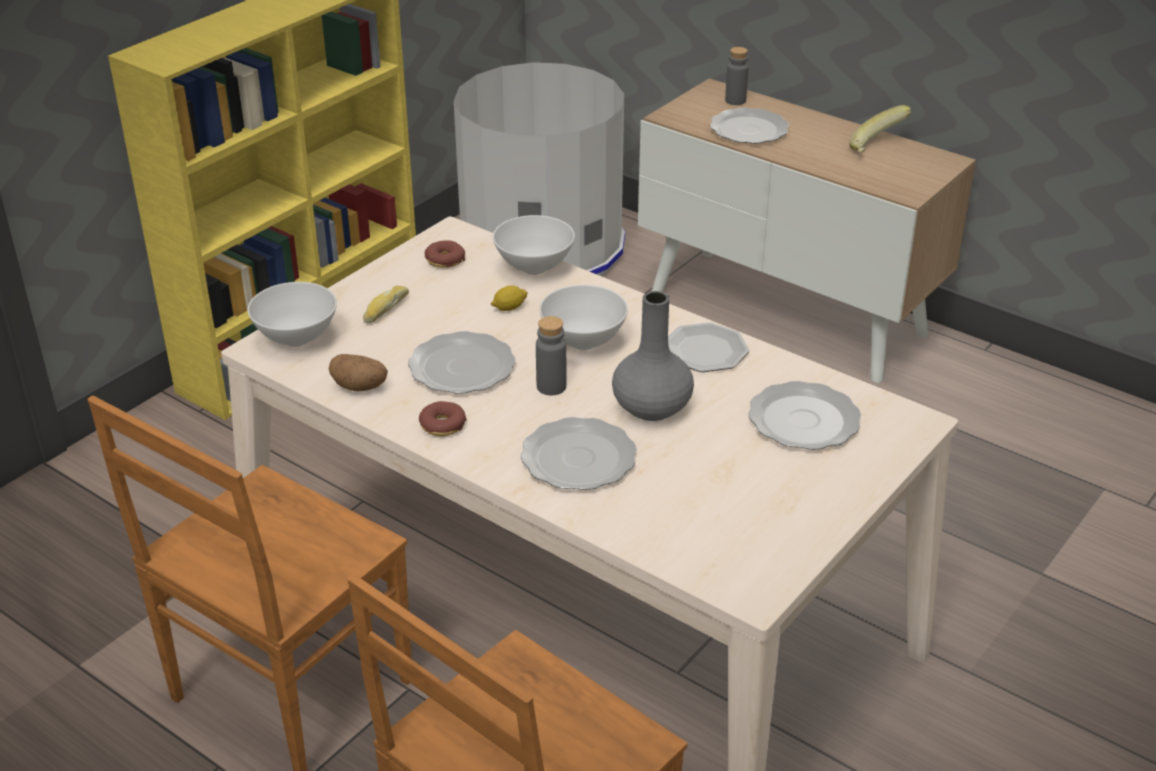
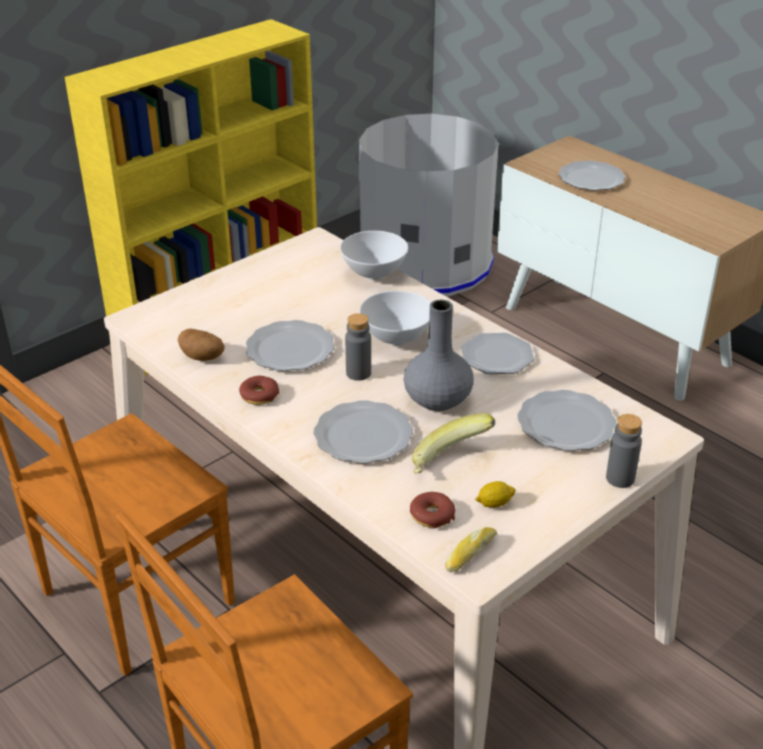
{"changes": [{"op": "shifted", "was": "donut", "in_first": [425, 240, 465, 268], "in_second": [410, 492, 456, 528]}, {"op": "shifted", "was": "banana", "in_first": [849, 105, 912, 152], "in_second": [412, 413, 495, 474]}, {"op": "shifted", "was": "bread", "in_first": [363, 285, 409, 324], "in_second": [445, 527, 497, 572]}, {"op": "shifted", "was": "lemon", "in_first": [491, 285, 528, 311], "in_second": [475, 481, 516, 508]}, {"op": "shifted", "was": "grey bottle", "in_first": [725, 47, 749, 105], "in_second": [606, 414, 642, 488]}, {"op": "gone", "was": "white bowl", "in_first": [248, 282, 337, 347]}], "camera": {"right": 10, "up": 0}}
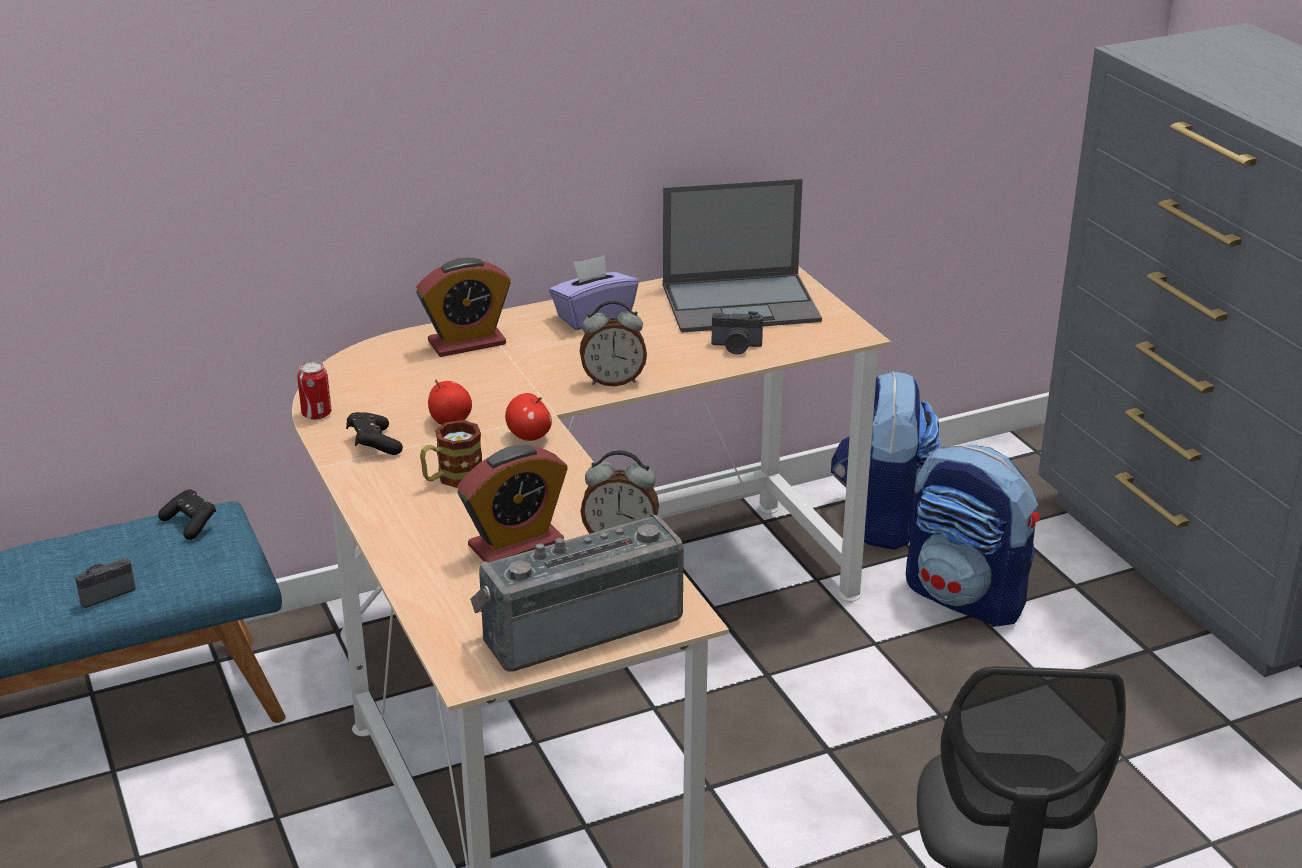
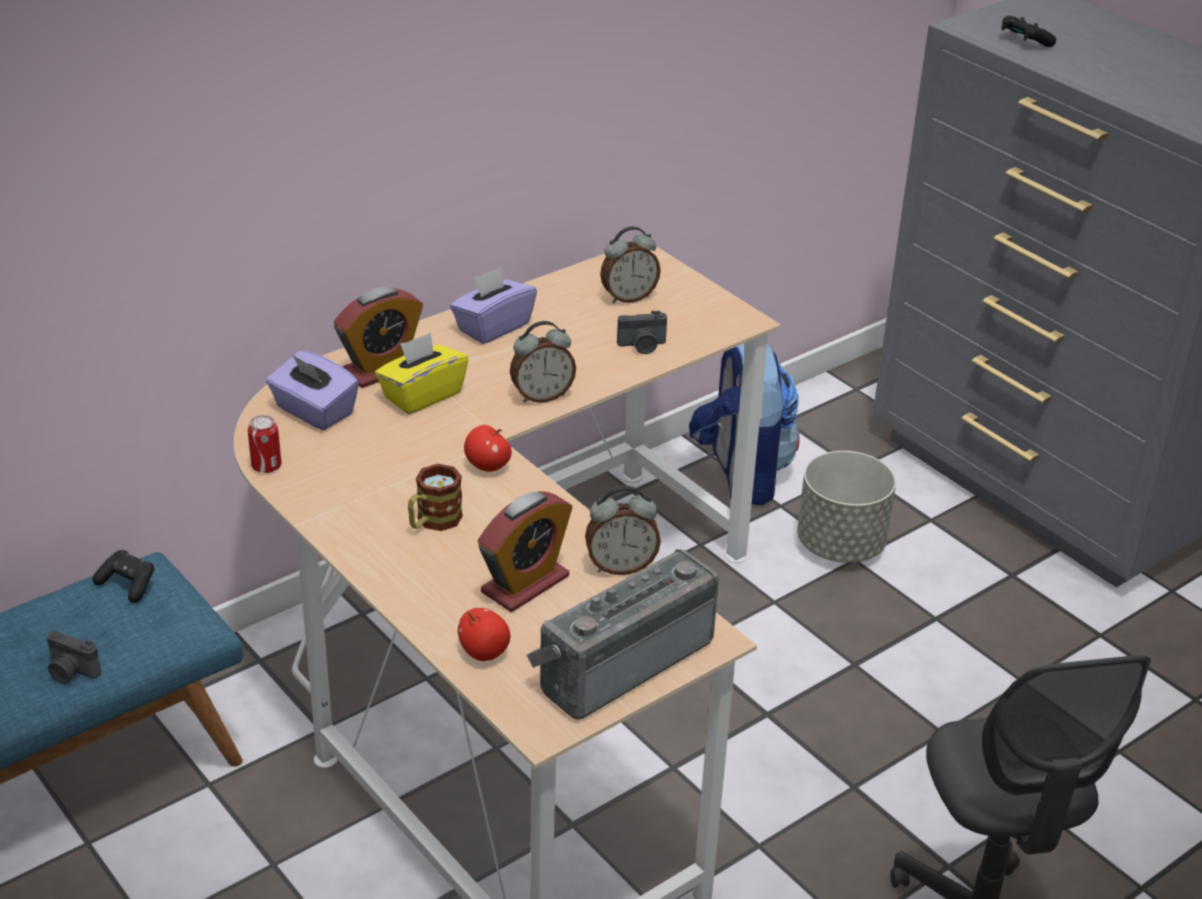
{"changes": [{"op": "rotated", "was": "photo camera", "in_first": [75, 558, 136, 608], "in_second": [47, 631, 101, 684], "clockwise": -105}, {"op": "new", "now": "purple tissue box", "in_second": [266, 351, 359, 430]}, {"op": "new", "now": "yellow tissue box", "in_second": [375, 333, 468, 414]}, {"op": "shifted", "was": "apple", "in_first": [428, 380, 472, 425], "in_second": [458, 608, 510, 661]}, {"op": "swapped", "was": "laptop", "now": "alarm clock", "in_first": [663, 178, 822, 333], "in_second": [600, 226, 661, 303]}, {"op": "swapped", "was": "backpack", "now": "grey planter", "in_first": [906, 445, 1040, 627], "in_second": [797, 451, 896, 563]}, {"op": "shifted", "was": "black game controller", "in_first": [346, 412, 403, 455], "in_second": [1002, 16, 1056, 47]}], "camera": {"right": -15, "up": 5}}
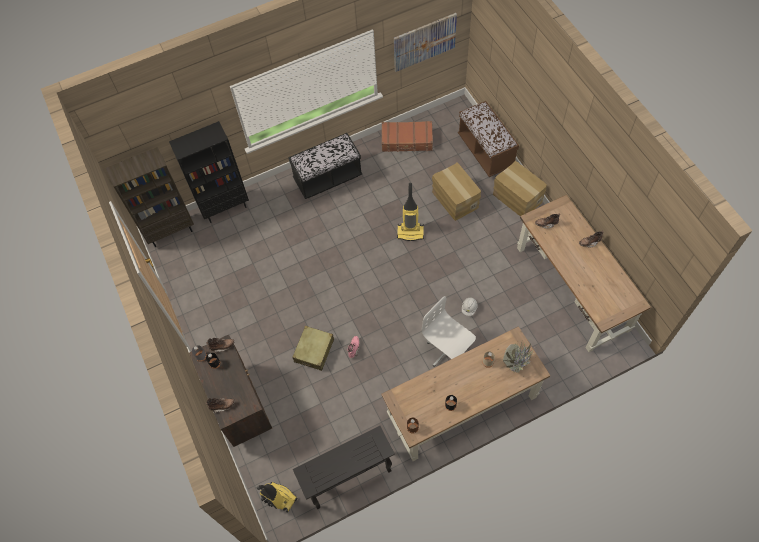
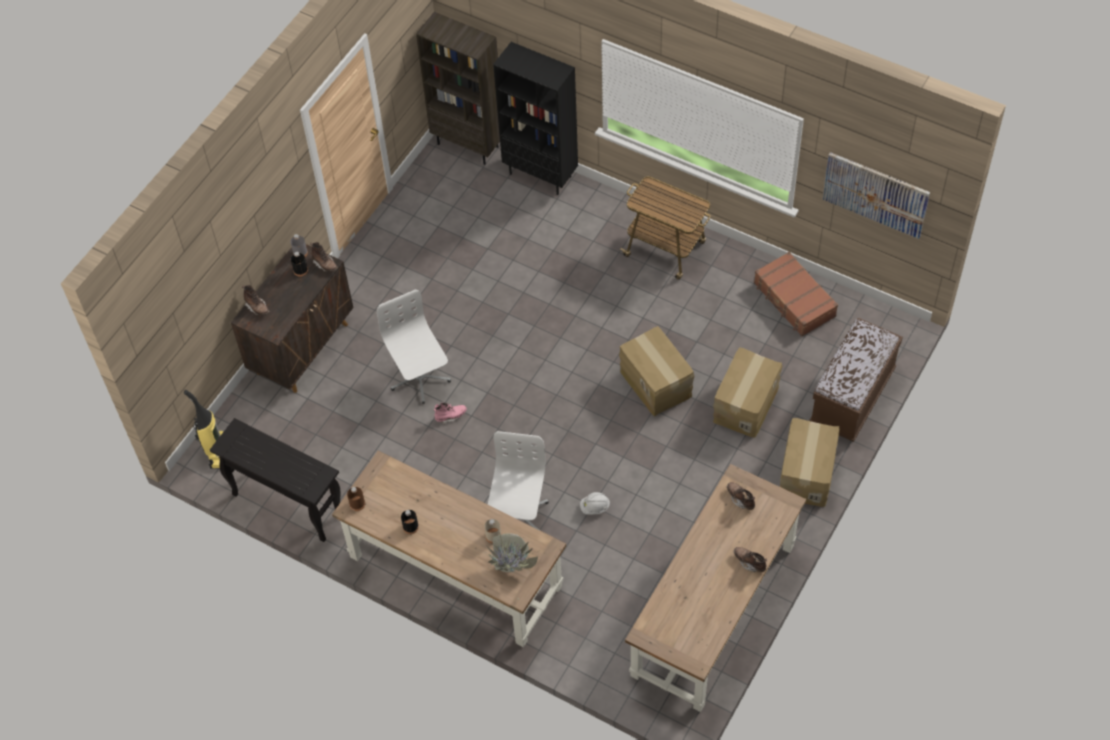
{"changes": [{"op": "swapped", "was": "beige suitcase", "now": "white office chair", "in_first": [292, 326, 334, 371], "in_second": [377, 289, 451, 404]}, {"op": "swapped", "was": "vacuum cleaner", "now": "cardboard box", "in_first": [397, 183, 424, 241], "in_second": [619, 326, 694, 417]}, {"op": "swapped", "was": "black bench", "now": "cart", "in_first": [288, 133, 362, 199], "in_second": [620, 176, 711, 280]}], "camera": {"right": 55, "up": -5}}
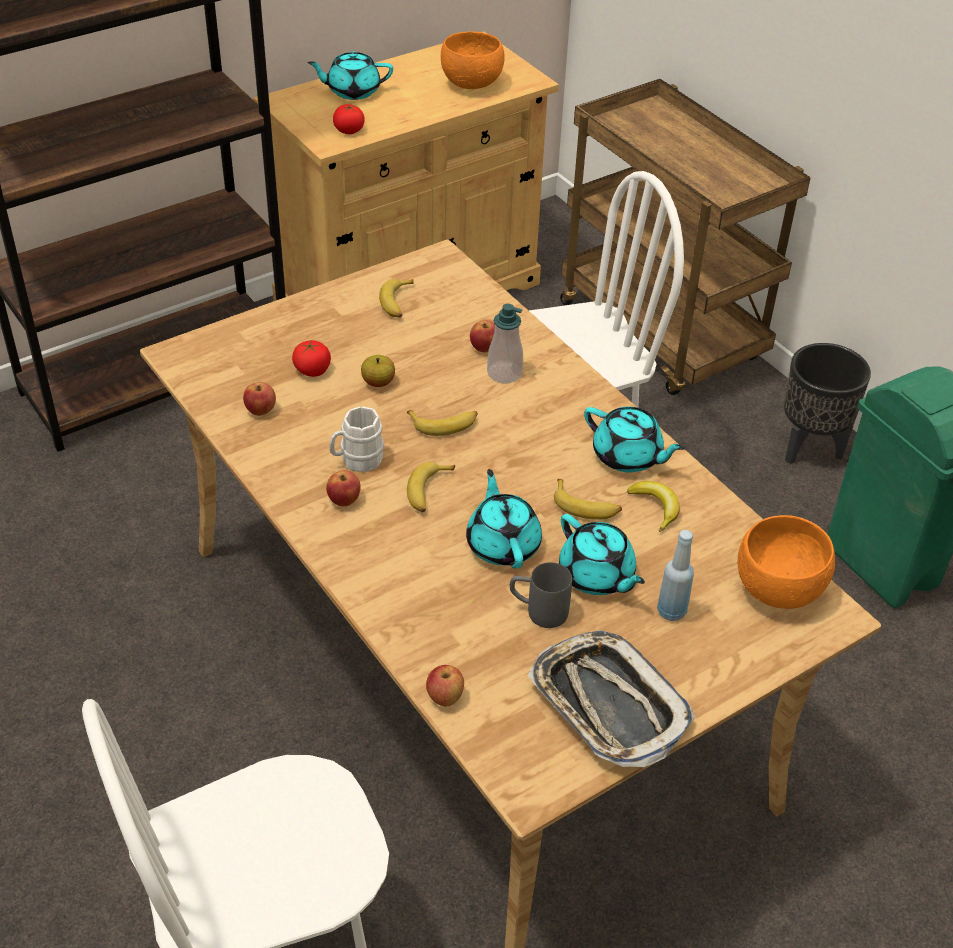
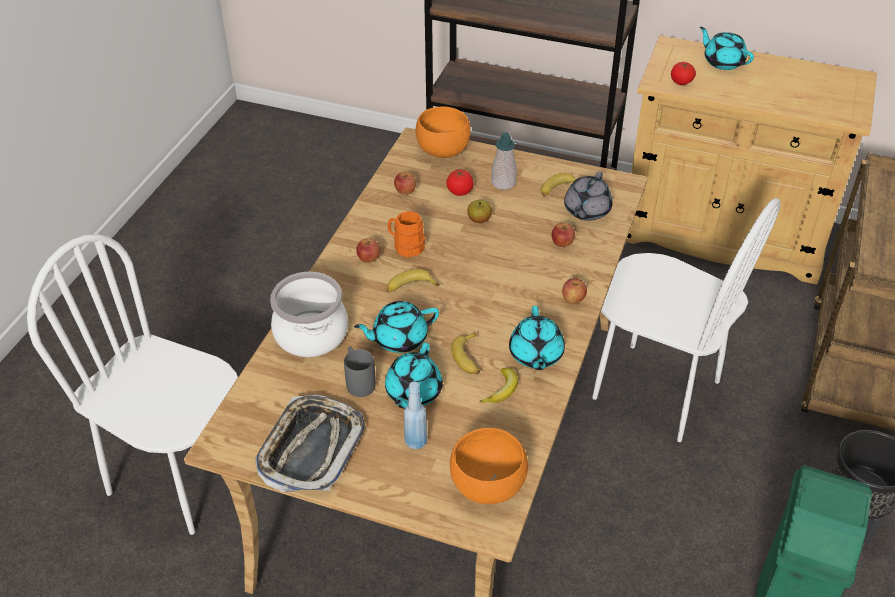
{"changes": [{"op": "new", "now": "cooking pot", "in_second": [270, 272, 348, 357]}, {"op": "rotated", "was": "turquoise teapot", "in_first": [466, 469, 542, 569], "in_second": [354, 301, 439, 353], "clockwise": -150}, {"op": "repainted", "was": "white mug", "now": "orange mug", "in_first": [329, 407, 384, 472], "in_second": [388, 211, 425, 257]}, {"op": "shifted", "was": "orange bowl", "in_first": [441, 31, 505, 89], "in_second": [415, 106, 471, 158]}, {"op": "shifted", "was": "soap dispenser", "in_first": [487, 304, 523, 384], "in_second": [491, 132, 517, 190]}, {"op": "shifted", "was": "apple", "in_first": [426, 665, 464, 706], "in_second": [562, 278, 587, 304]}, {"op": "new", "now": "grey teapot", "in_second": [564, 171, 613, 221]}, {"op": "gone", "was": "banana", "in_first": [407, 410, 478, 436]}], "camera": {"right": 55, "up": 0}}
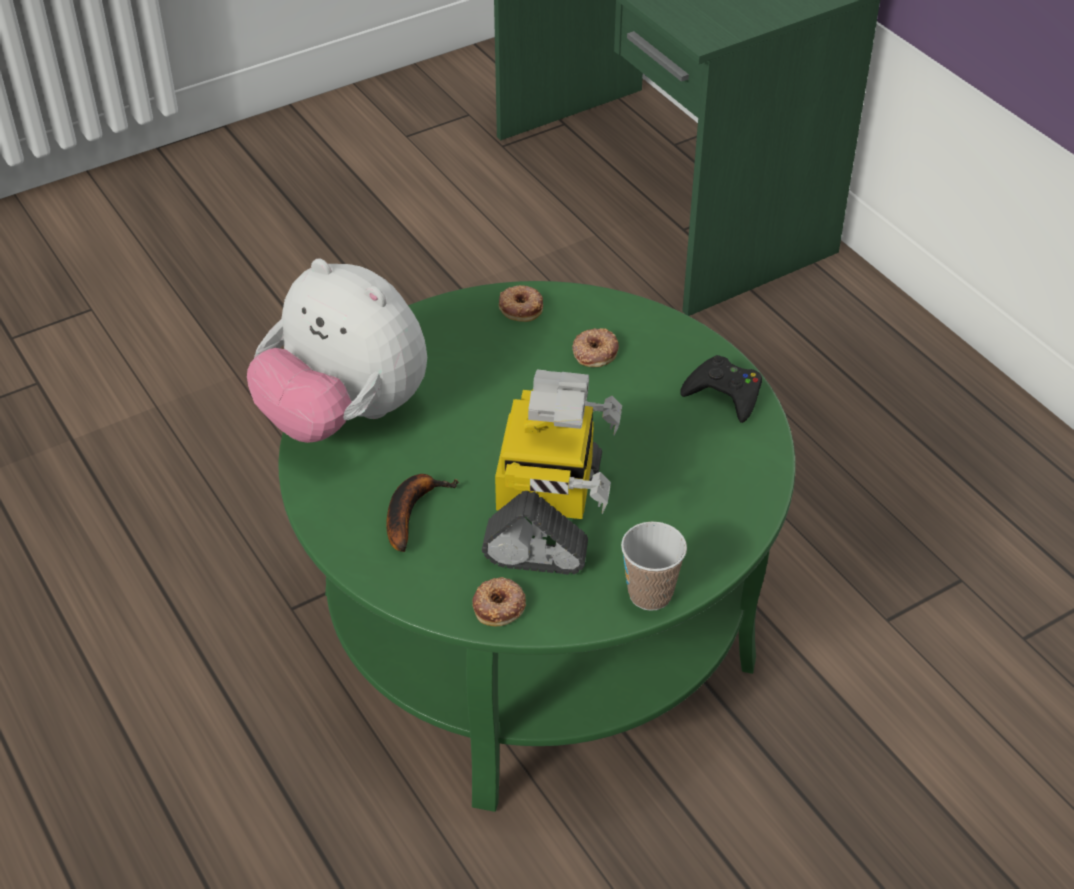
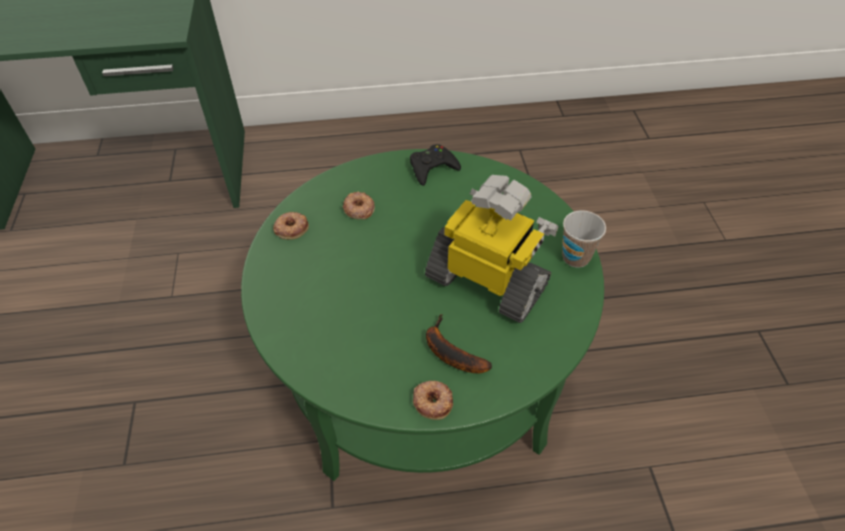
{"changes": [{"op": "shifted", "was": "donut", "in_first": [472, 577, 526, 626], "in_second": [413, 381, 453, 420]}, {"op": "gone", "was": "plush toy", "in_first": [247, 259, 427, 443]}], "camera": {"right": -65, "up": 5}}
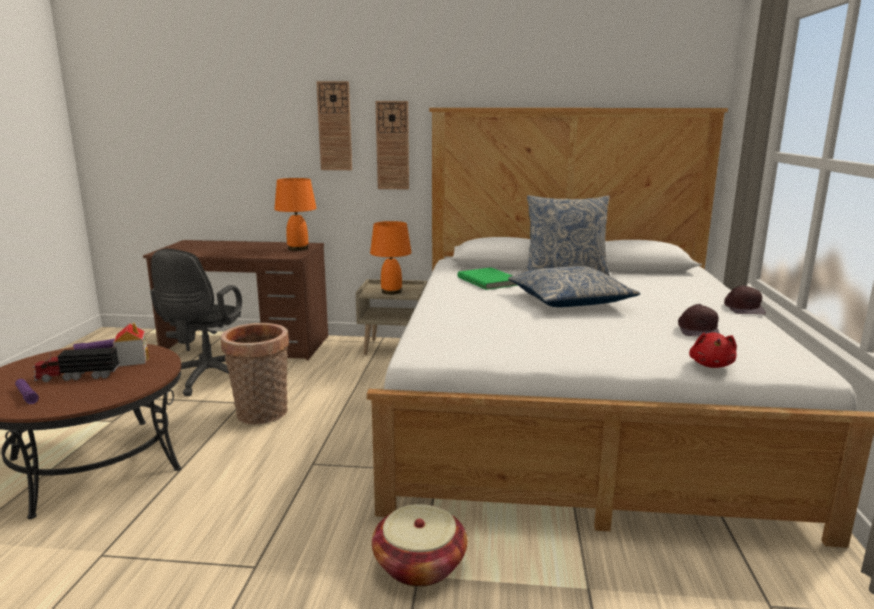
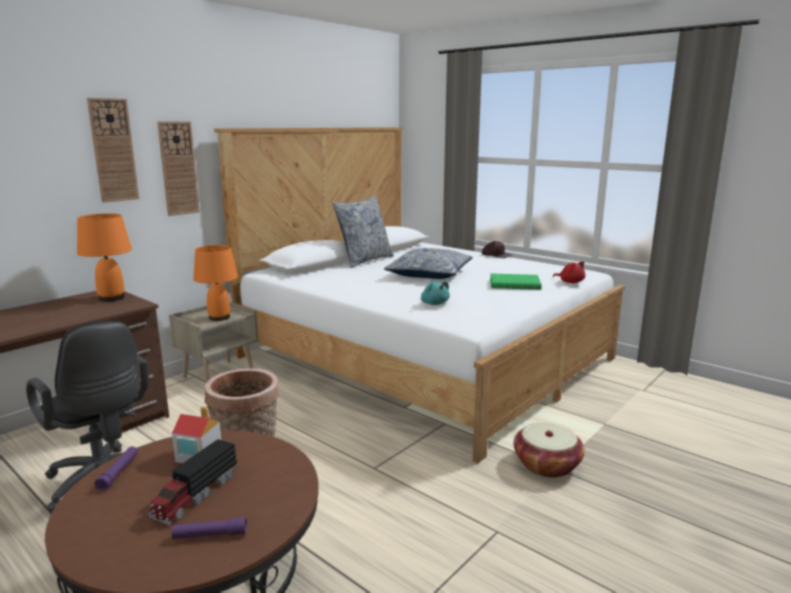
{"changes": [{"op": "new", "now": "turquoise plush toy", "in_second": [421, 281, 450, 305]}, {"op": "shifted", "was": "green book", "in_first": [458, 267, 517, 290], "in_second": [490, 273, 542, 290]}, {"op": "gone", "was": "brown cap", "in_first": [678, 304, 719, 337]}], "camera": {"right": -55, "up": 0}}
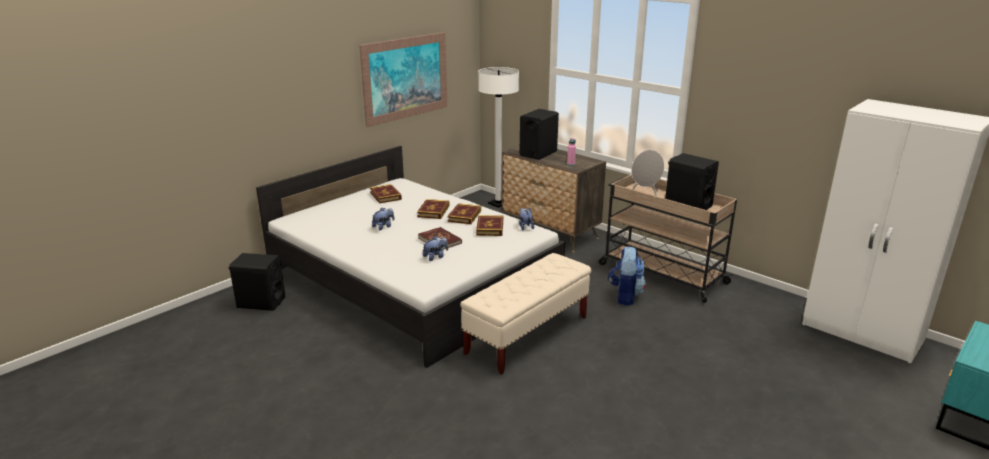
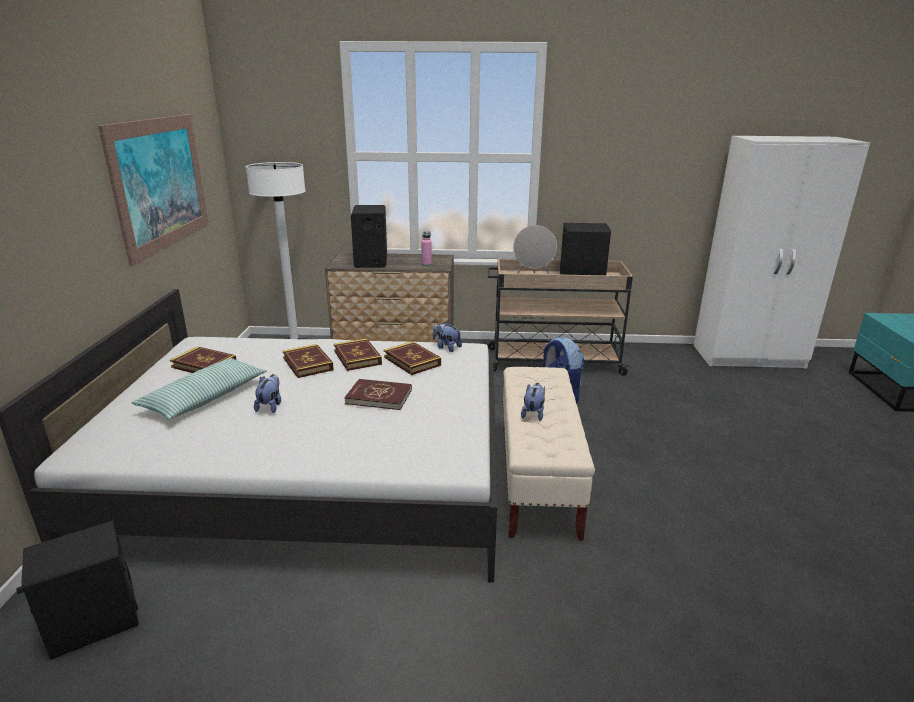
{"changes": [{"op": "new", "now": "pillow", "in_second": [132, 358, 267, 420]}, {"op": "shifted", "was": "plush toy", "in_first": [423, 236, 448, 261], "in_second": [521, 383, 545, 421]}], "camera": {"right": -40, "up": 0}}
